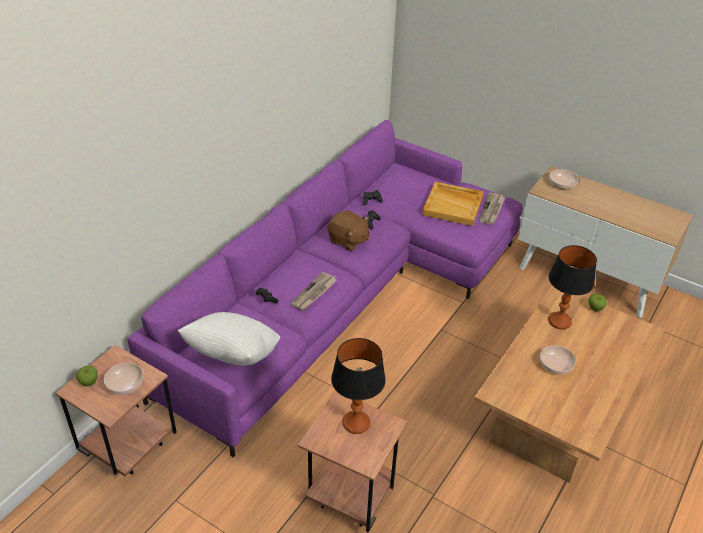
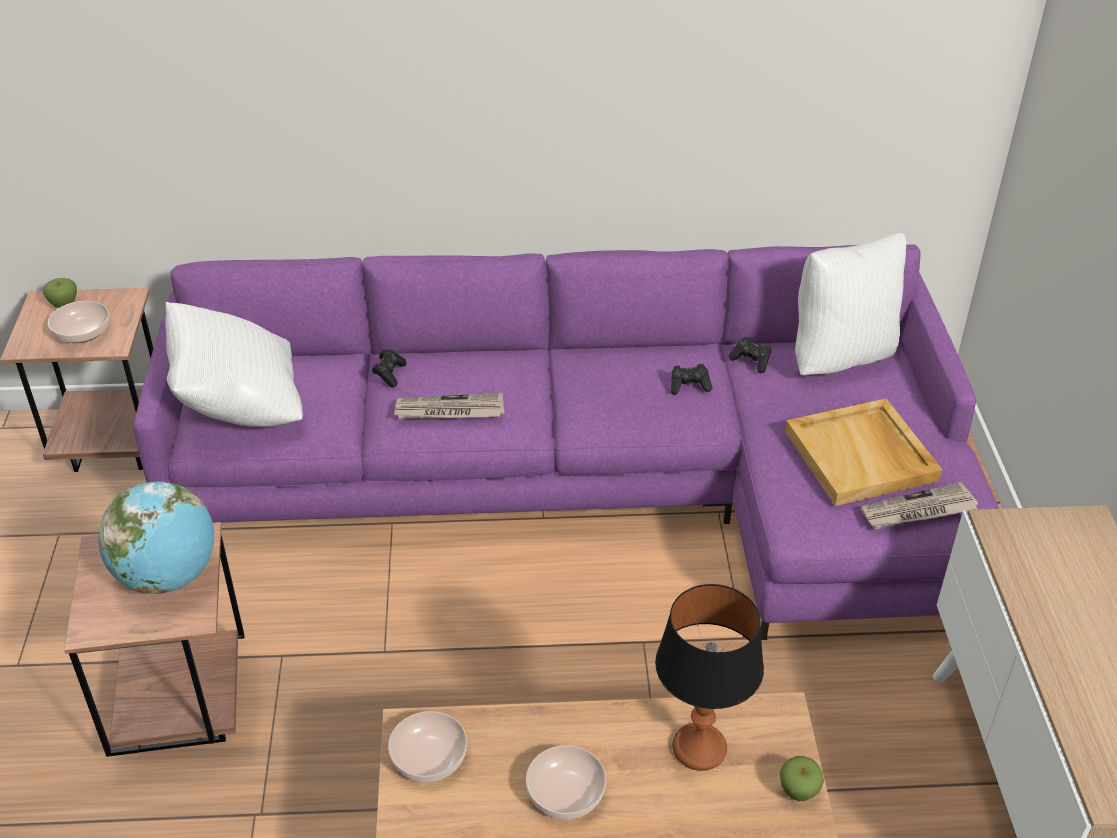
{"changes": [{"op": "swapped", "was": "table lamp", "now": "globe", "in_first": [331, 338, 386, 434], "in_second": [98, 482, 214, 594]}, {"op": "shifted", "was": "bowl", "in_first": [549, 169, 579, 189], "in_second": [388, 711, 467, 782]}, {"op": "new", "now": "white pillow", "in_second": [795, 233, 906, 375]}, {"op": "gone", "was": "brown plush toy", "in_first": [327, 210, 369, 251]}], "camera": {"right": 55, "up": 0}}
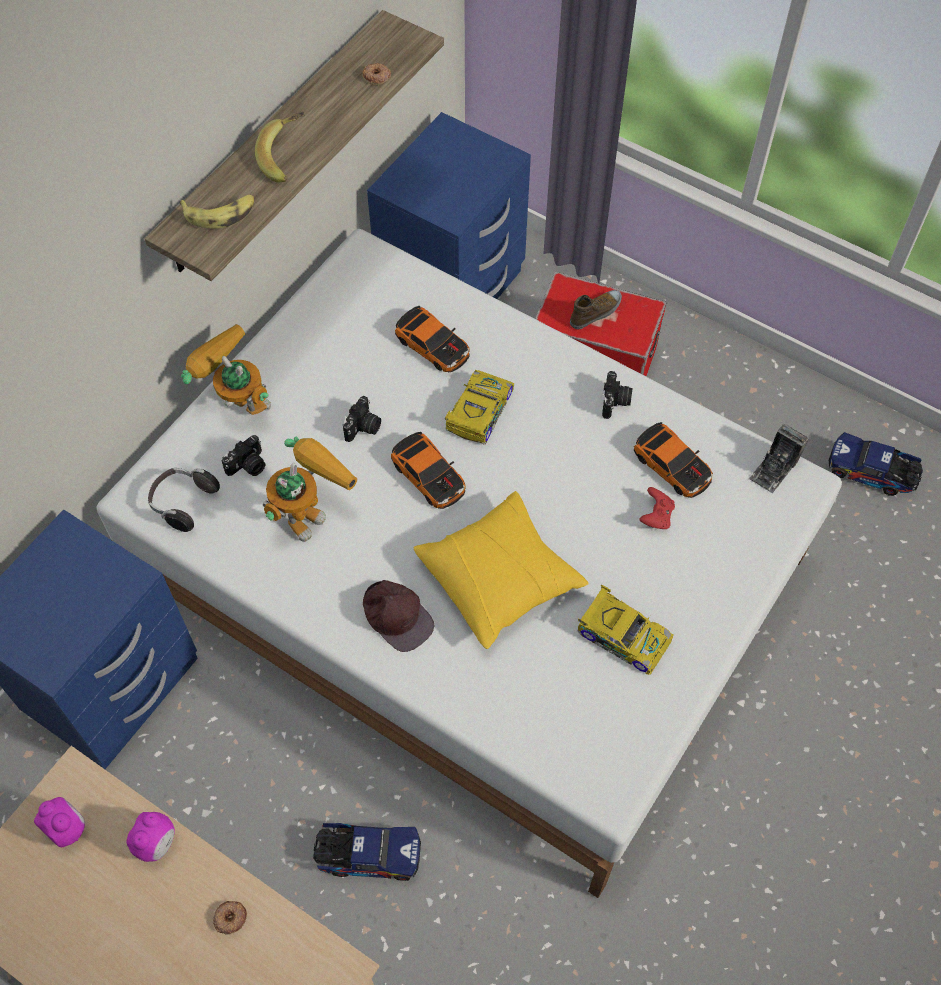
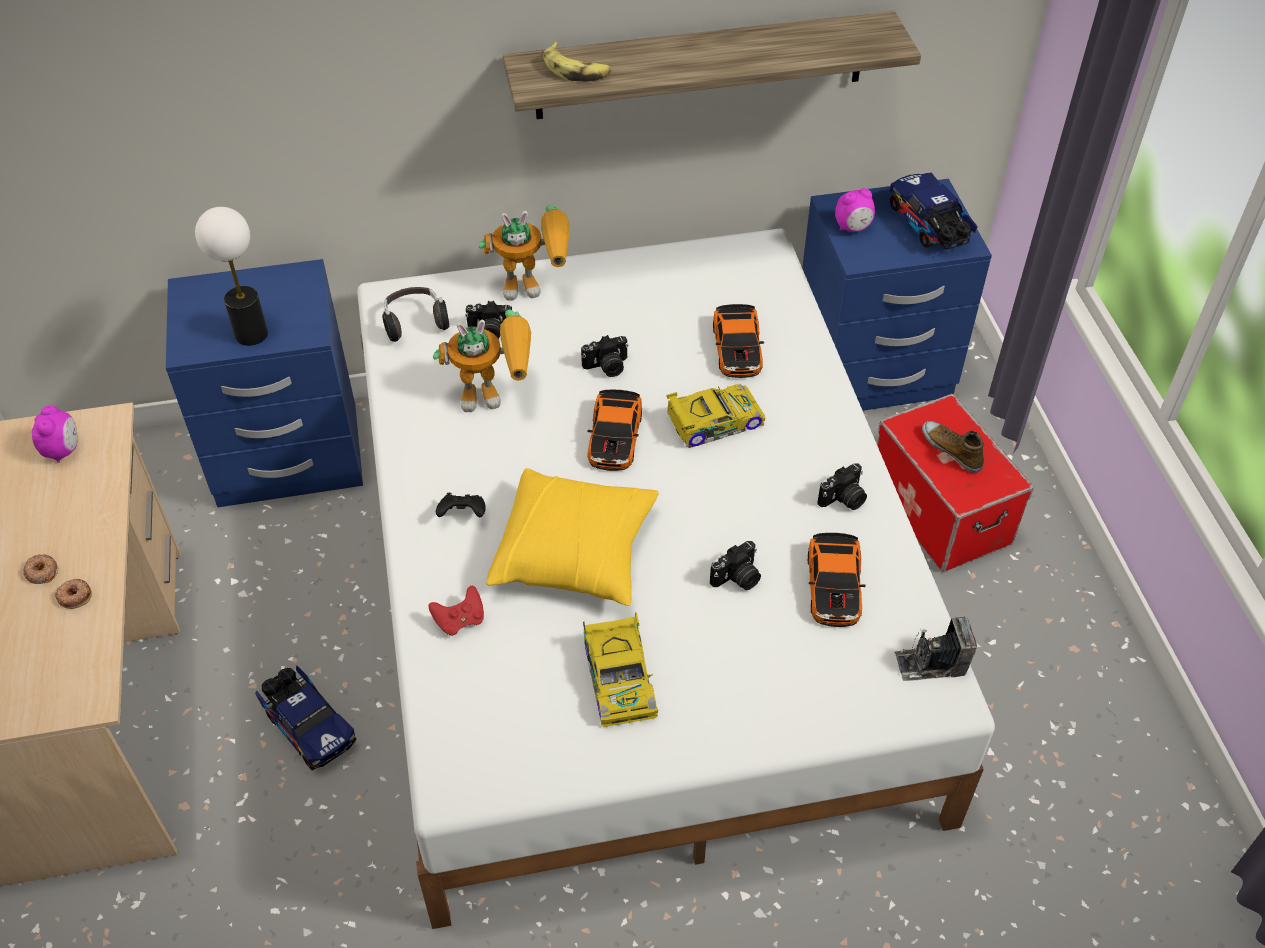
{"changes": [{"op": "shifted", "was": "donut", "in_first": [362, 63, 391, 85], "in_second": [23, 554, 58, 584]}, {"op": "new", "now": "table lamp", "in_second": [195, 207, 268, 346]}, {"op": "shifted", "was": "red game controller", "in_first": [639, 487, 675, 529], "in_second": [429, 586, 484, 636]}, {"op": "swapped", "was": "brown cap", "now": "black game controller", "in_first": [363, 580, 434, 652], "in_second": [436, 493, 485, 517]}, {"op": "rotated", "was": "toy robot", "in_first": [181, 324, 271, 415], "in_second": [479, 205, 570, 301], "clockwise": 90}, {"op": "new", "now": "photo camera", "in_second": [710, 541, 761, 590]}, {"op": "shifted", "was": "alarm clock", "in_first": [126, 812, 175, 862], "in_second": [835, 188, 875, 232]}, {"op": "shifted", "was": "toy truck", "in_first": [829, 432, 923, 496], "in_second": [889, 173, 978, 250]}, {"op": "rotated", "was": "shoe", "in_first": [570, 290, 622, 329], "in_second": [922, 421, 984, 473], "clockwise": -135}, {"op": "gone", "was": "banana", "in_first": [255, 112, 304, 182]}], "camera": {"right": 45, "up": -10}}
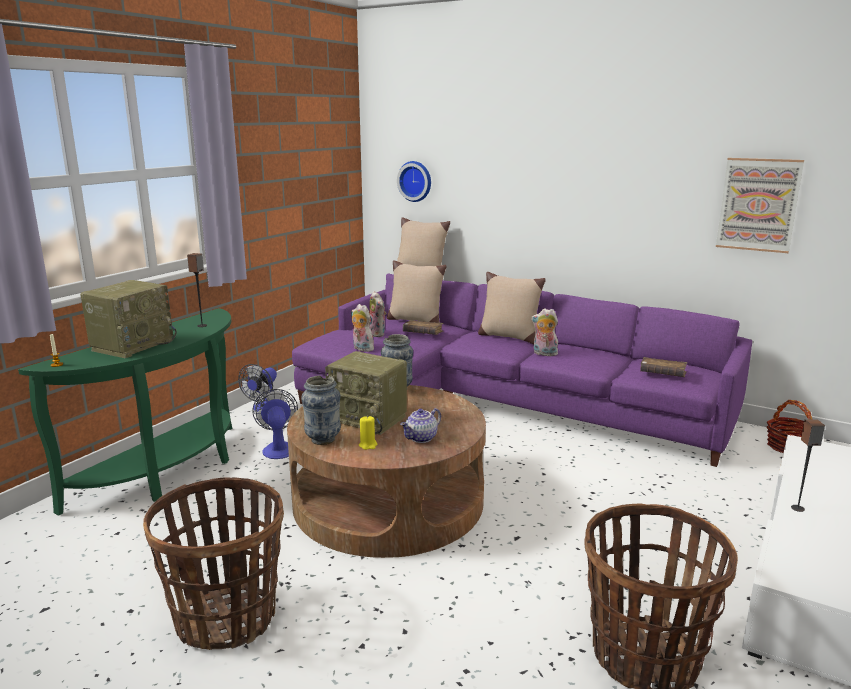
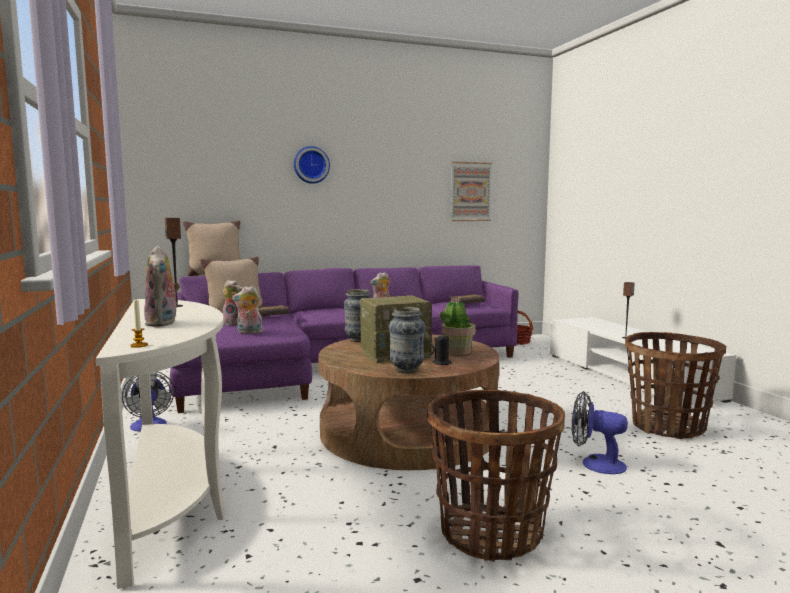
{"changes": [{"op": "repainted", "was": "green console table", "now": "white console table", "in_first": [18, 308, 232, 515], "in_second": [96, 299, 226, 589]}, {"op": "swapped", "was": "radio", "now": "plush toy", "in_first": [80, 280, 177, 358], "in_second": [144, 245, 180, 327]}, {"op": "shifted", "was": "wall clock", "in_first": [397, 161, 431, 202], "in_second": [294, 146, 330, 184]}, {"op": "repainted", "was": "yellow candle", "now": "black candle", "in_first": [359, 416, 377, 450], "in_second": [433, 334, 452, 365]}, {"op": "swapped", "was": "teapot", "now": "potted plant", "in_first": [400, 408, 441, 443], "in_second": [440, 298, 475, 355]}, {"op": "shifted", "was": "fan", "in_first": [252, 389, 298, 459], "in_second": [572, 391, 628, 474]}, {"op": "gone", "was": "beige pillow", "in_first": [478, 272, 546, 345]}], "camera": {"right": -50, "up": -10}}
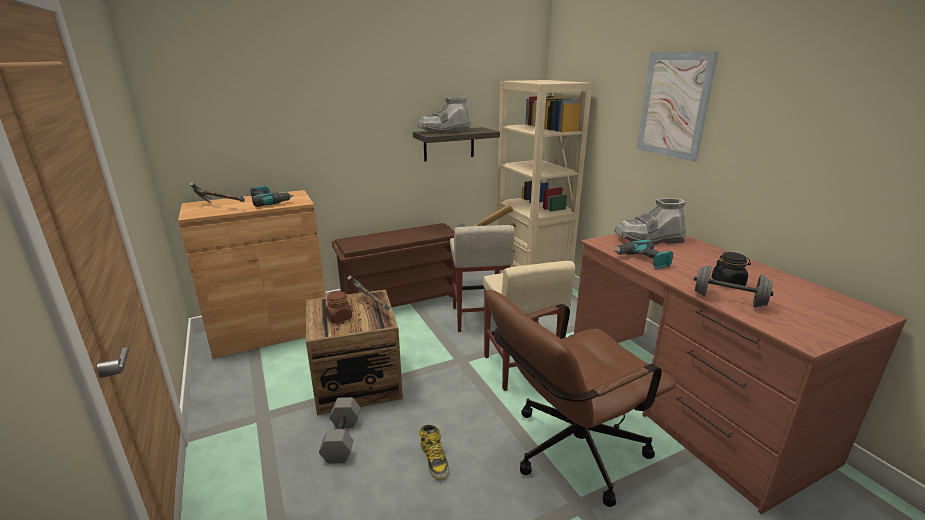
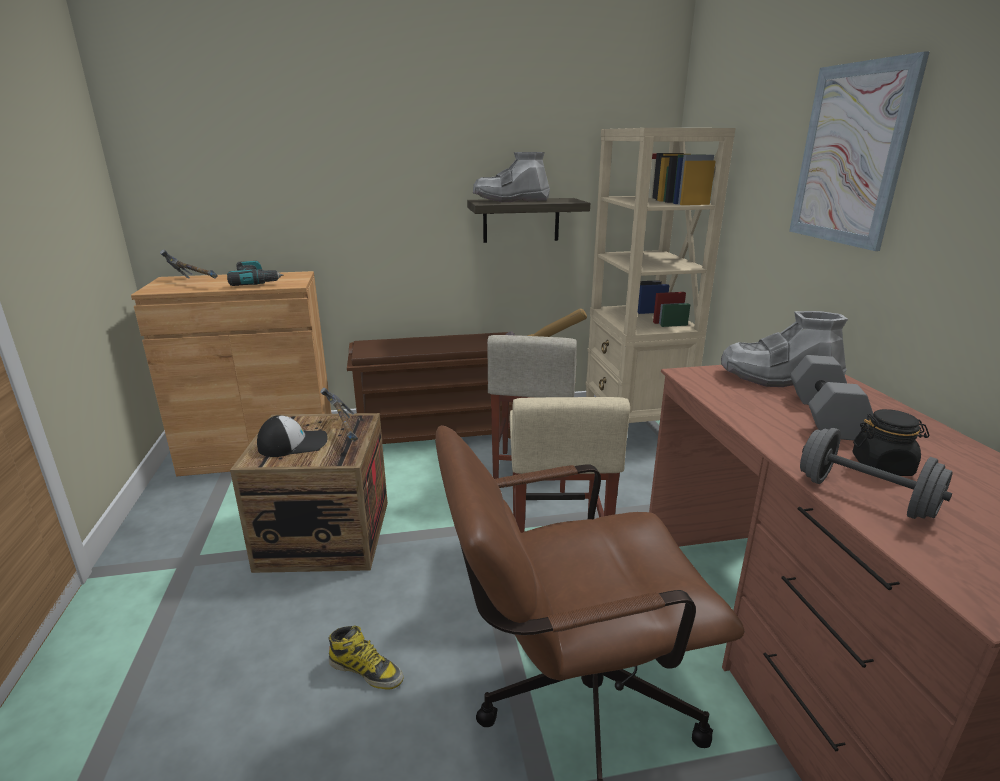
{"changes": [{"op": "swapped", "was": "brown jar", "now": "cap", "in_first": [325, 291, 352, 323], "in_second": [257, 415, 328, 457]}, {"op": "rotated", "was": "boot", "in_first": [419, 425, 449, 480], "in_second": [328, 625, 404, 690], "clockwise": -60}, {"op": "shifted", "was": "grey dumbbell", "in_first": [319, 397, 361, 464], "in_second": [790, 355, 873, 440]}, {"op": "gone", "was": "power drill", "in_first": [614, 239, 673, 269]}], "camera": {"right": 15, "up": 0}}
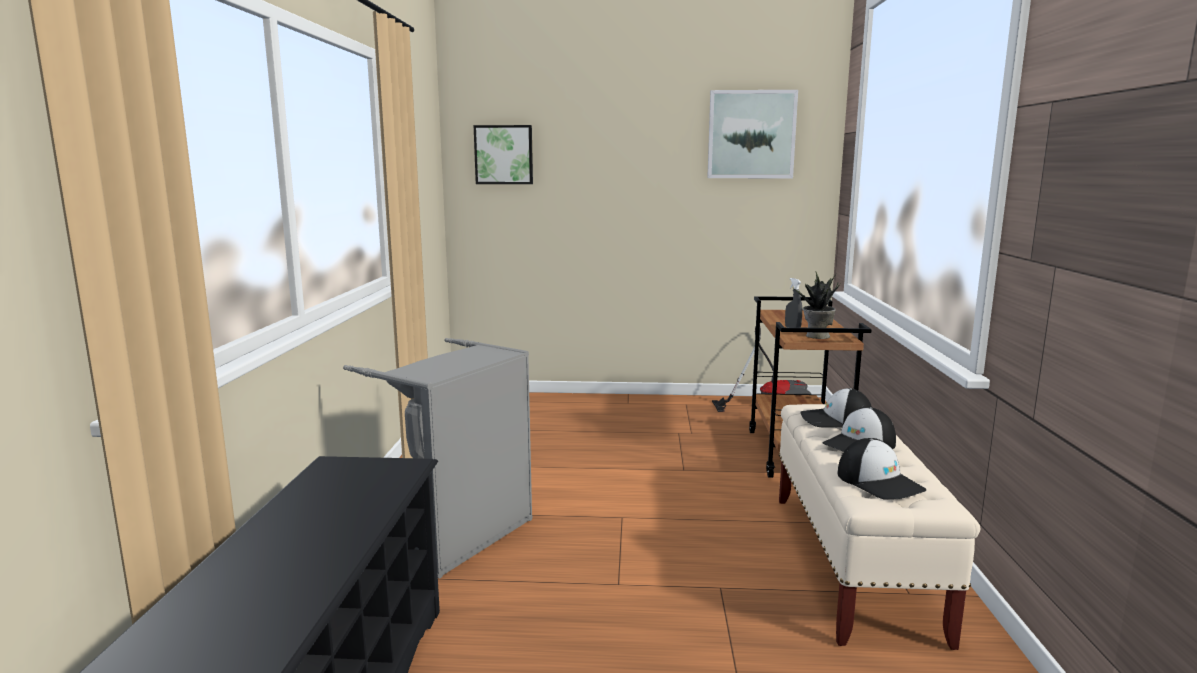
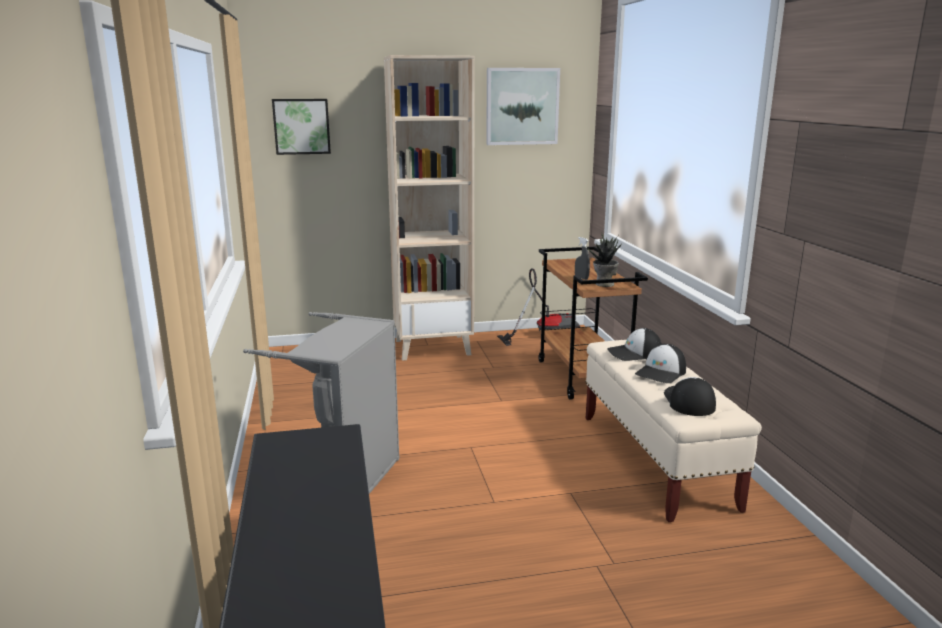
{"changes": [{"op": "new", "now": "beige bookcase", "in_second": [384, 55, 475, 361]}, {"op": "rotated", "was": "cap", "in_first": [837, 438, 926, 499], "in_second": [664, 377, 716, 416], "clockwise": -135}], "camera": {"right": -15, "up": 5}}
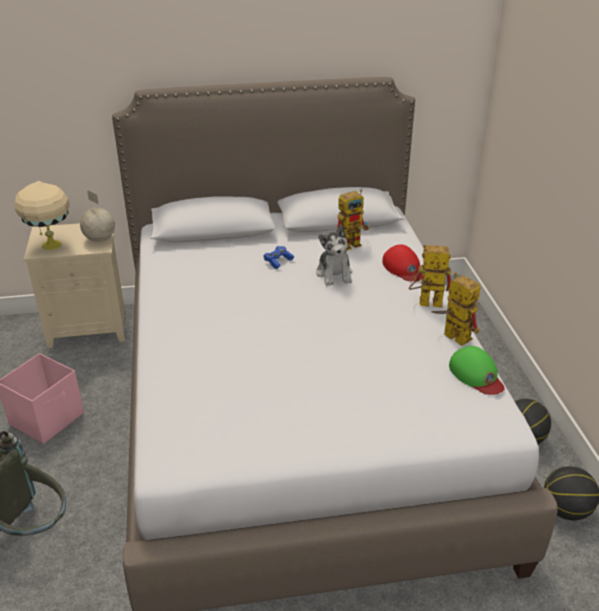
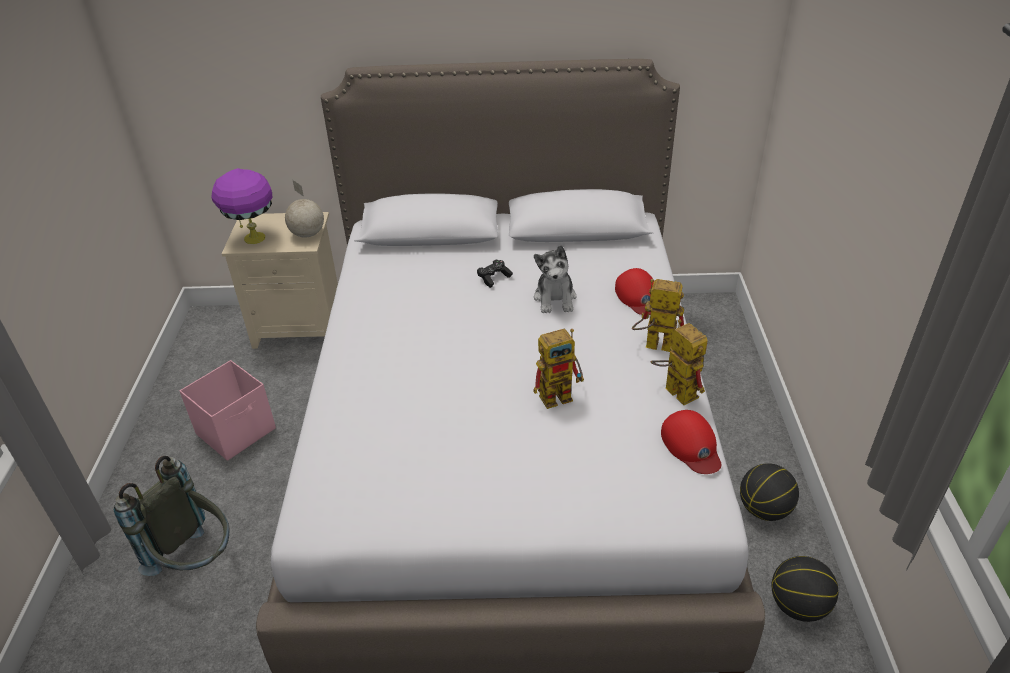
{"changes": [{"op": "repainted", "was": "beige table lamp", "now": "purple table lamp", "in_first": [15, 181, 69, 250], "in_second": [211, 168, 272, 244]}, {"op": "repainted", "was": "blue game controller", "now": "black game controller", "in_first": [264, 246, 294, 269], "in_second": [477, 259, 513, 288]}, {"op": "shifted", "was": "toy robot", "in_first": [337, 189, 370, 251], "in_second": [533, 329, 584, 409]}, {"op": "repainted", "was": "green cap", "now": "red cap", "in_first": [449, 346, 504, 395], "in_second": [661, 410, 721, 474]}], "camera": {"right": 10, "up": 5}}
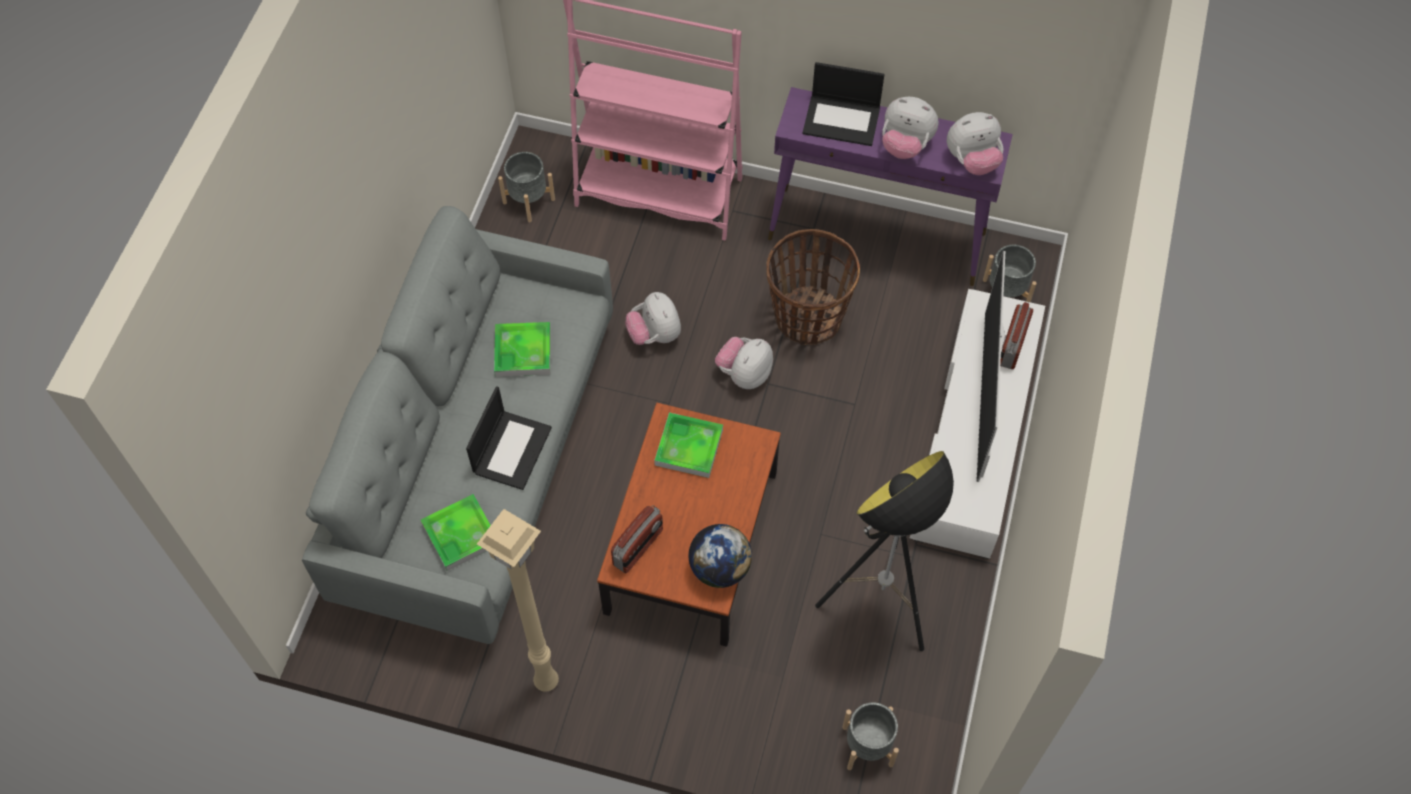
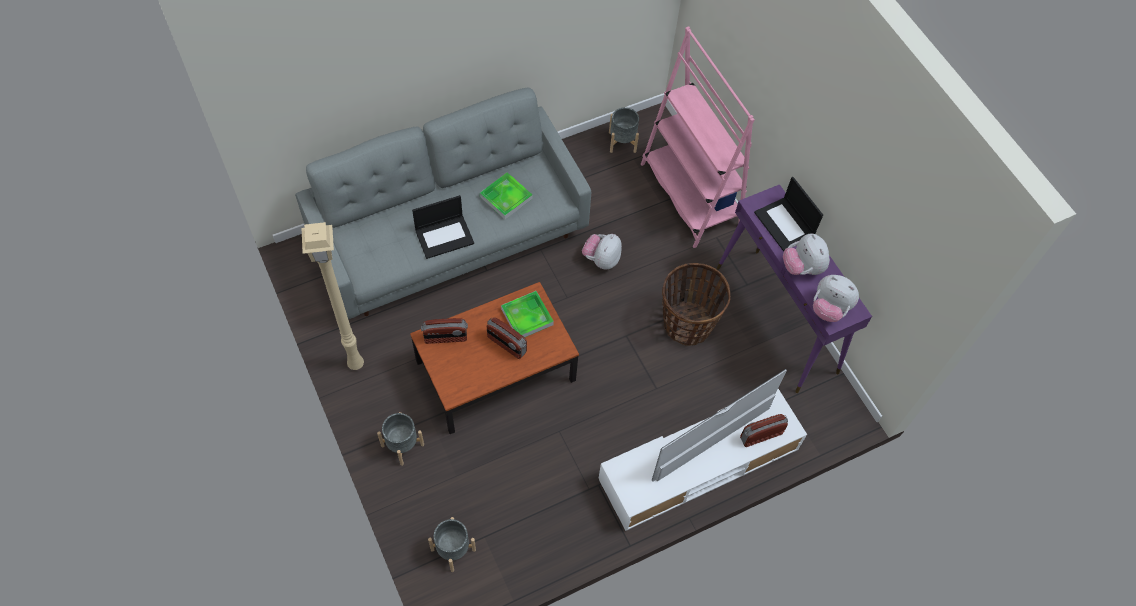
{"changes": [{"op": "shifted", "was": "grey planter", "in_first": [983, 245, 1037, 302], "in_second": [377, 412, 424, 466]}, {"op": "new", "now": "radio", "in_second": [487, 318, 527, 359]}, {"op": "gone", "was": "tray", "in_first": [421, 494, 491, 571]}, {"op": "gone", "was": "globe", "in_first": [689, 524, 752, 588]}, {"op": "gone", "was": "plush toy", "in_first": [715, 337, 773, 389]}, {"op": "gone", "was": "floor lamp", "in_first": [815, 451, 954, 651]}], "camera": {"right": 45, "up": 0}}
